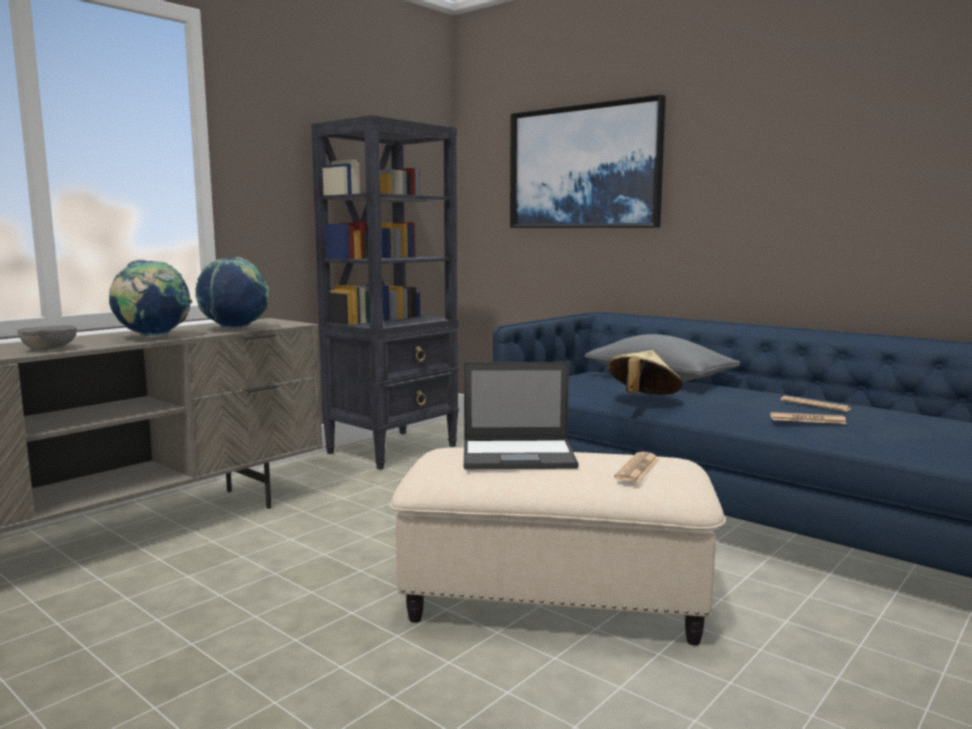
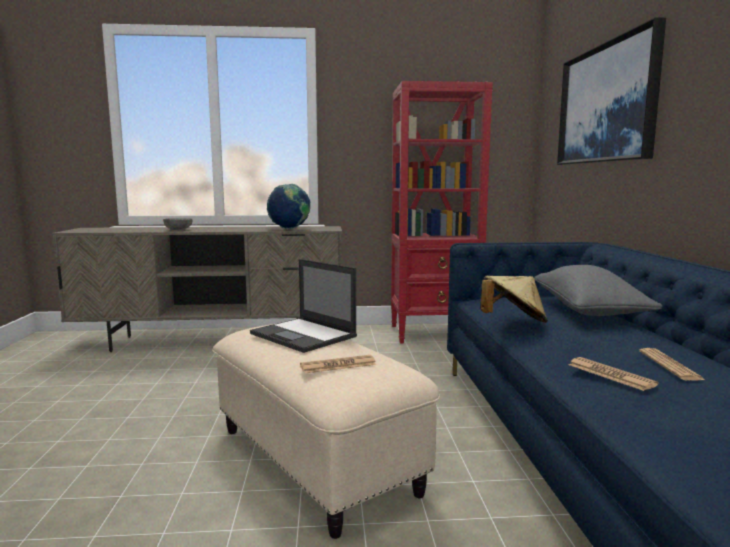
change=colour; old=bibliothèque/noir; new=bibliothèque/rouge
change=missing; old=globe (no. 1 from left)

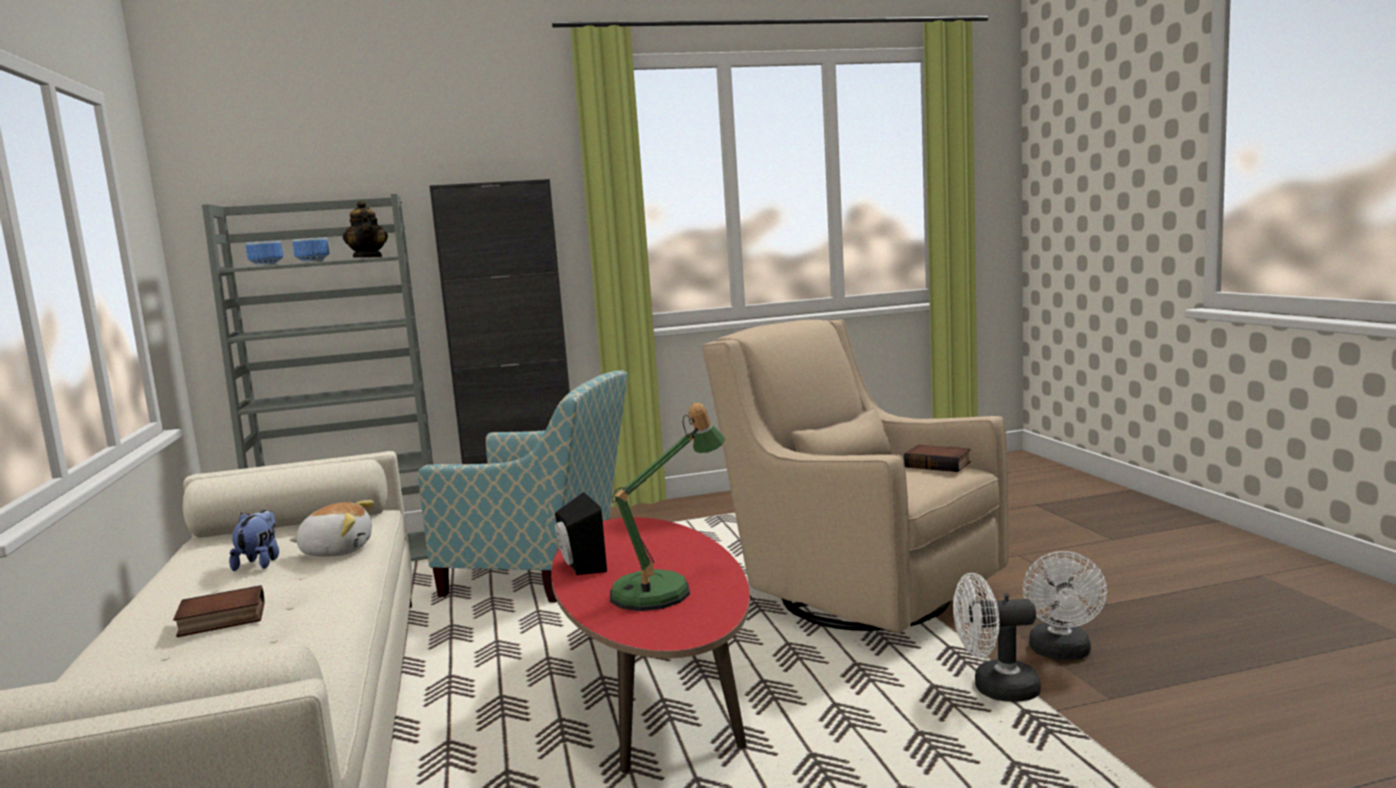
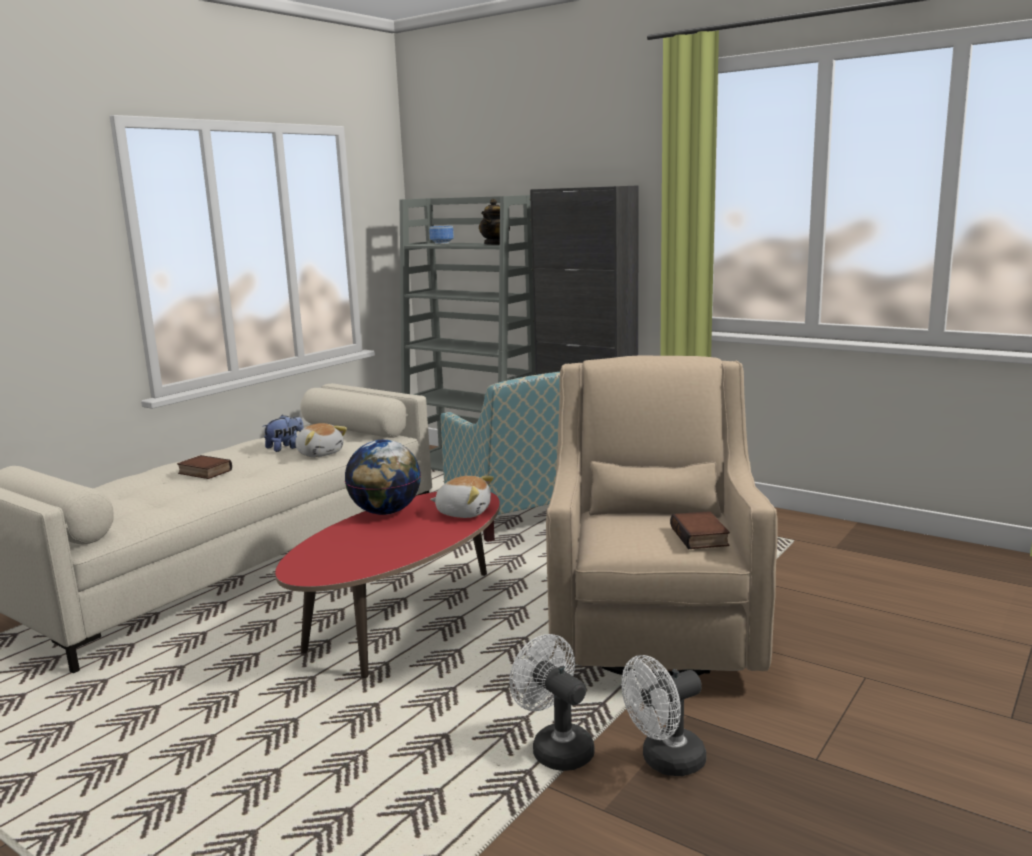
change=missing; old=bol (no. 2 from left)
change=missing; old=lampe de table
change=exchanged; old=enceinte/noir; new=globe
change=appeared; new=peluche (no. 3 from left)

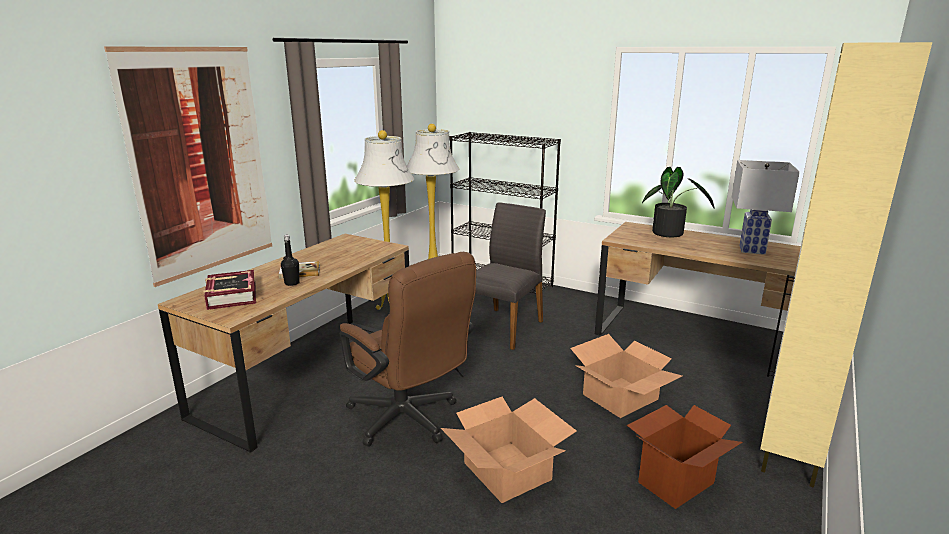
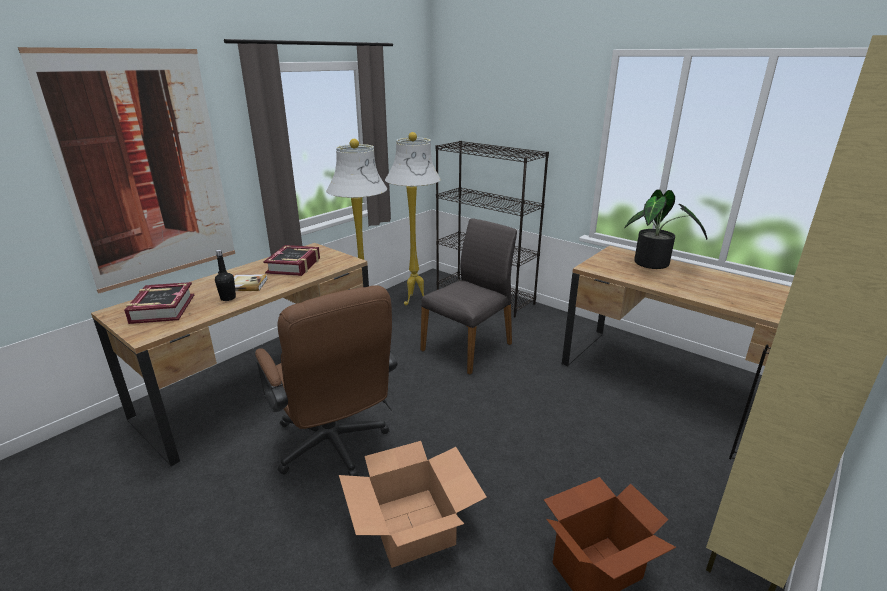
change=missing; old=lampe de table/blanc
change=missing; old=carton (no. 2 from left)
change=appeared; new=livre (no. 3 from left)

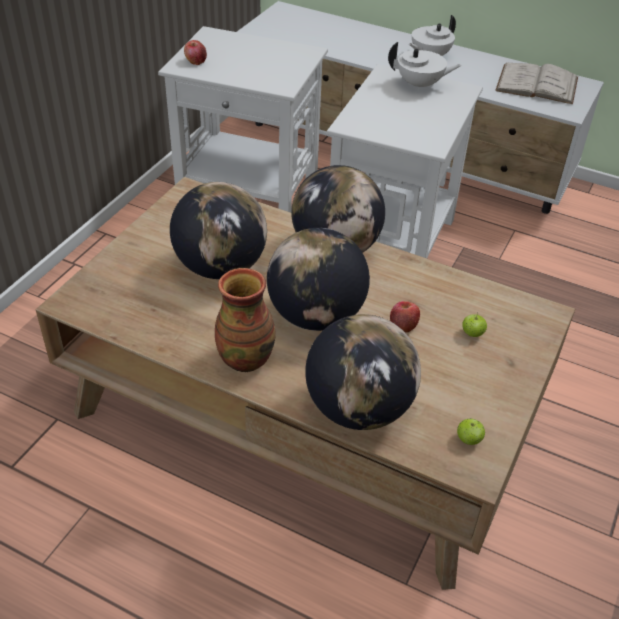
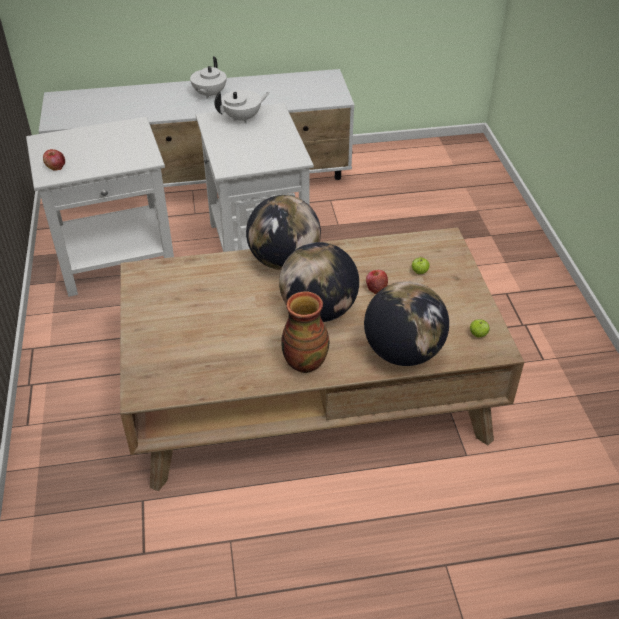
change=missing; old=livre/blanc
change=missing; old=globe (no. 1 from left)

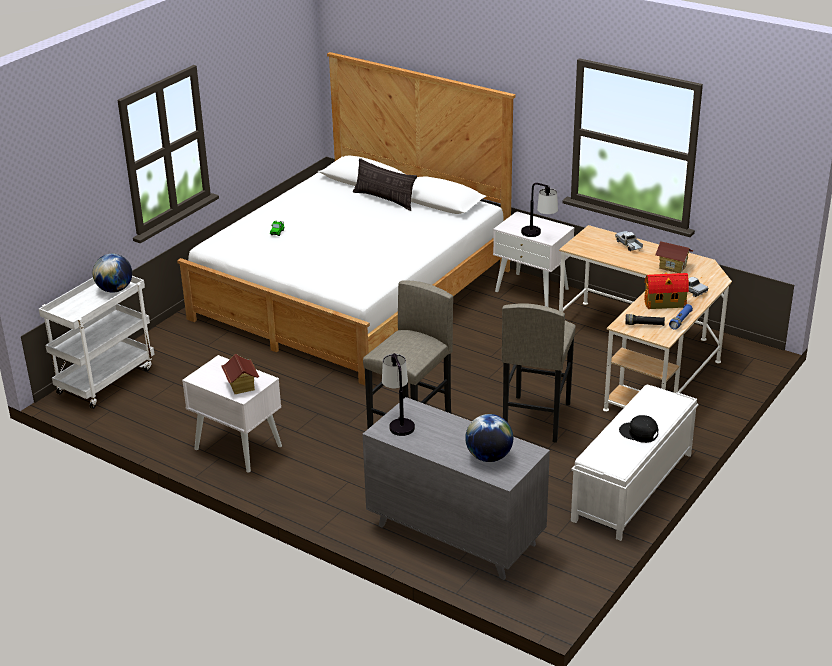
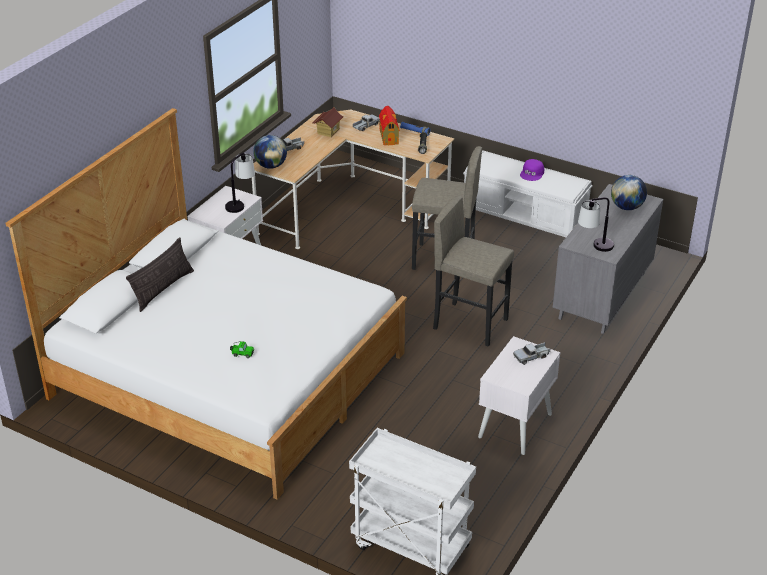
change=relocated; old=globe (no. 1 from left)
change=exchanged; old=maison miniature (no. 1 from left); new=camion jouet (no. 3 from left)
change=colour; old=casquette/noir; new=casquette/violet

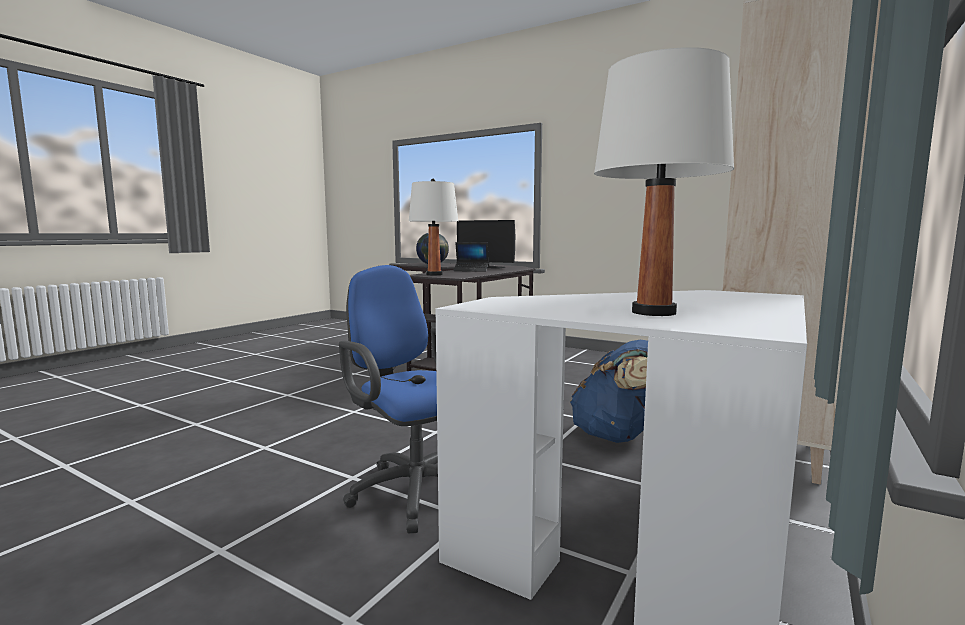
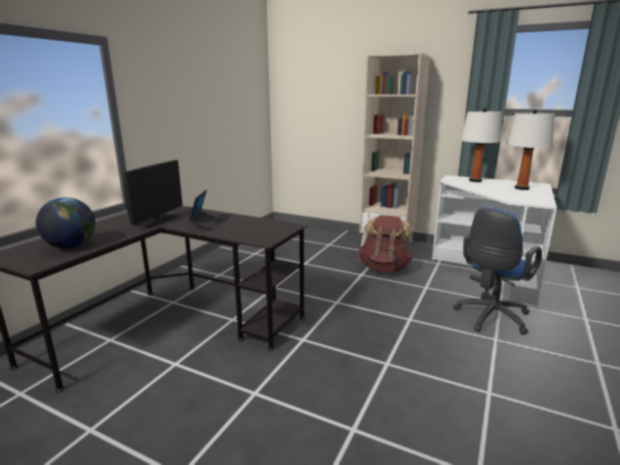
change=relocated; old=lampe de table/blanc (no. 1 from left)
change=colour; old=sac à dos/bleu; new=sac à dos/marron

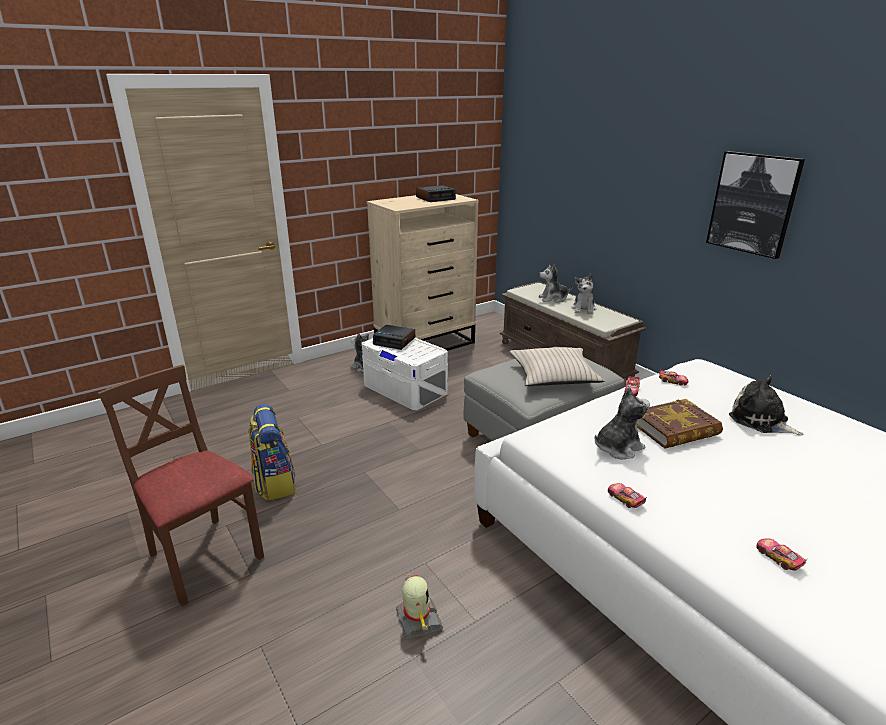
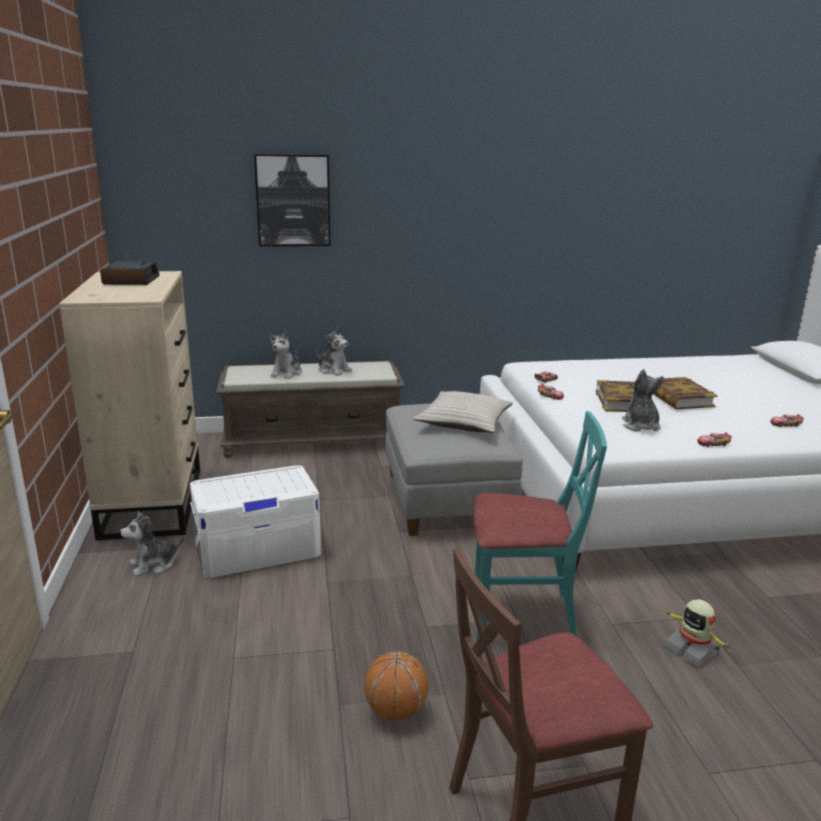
change=relocated; old=tableau
change=missing; old=réveil (no. 1 from left)
change=missing; old=peluche (no. 5 from left)
change=exchanged; old=sac à dos; new=ballon de basket
change=spun; old=robot jouet; degrees=-135
change=appeared; new=livre (no. 2 from left)
change=appeared; new=chaise/turquoise

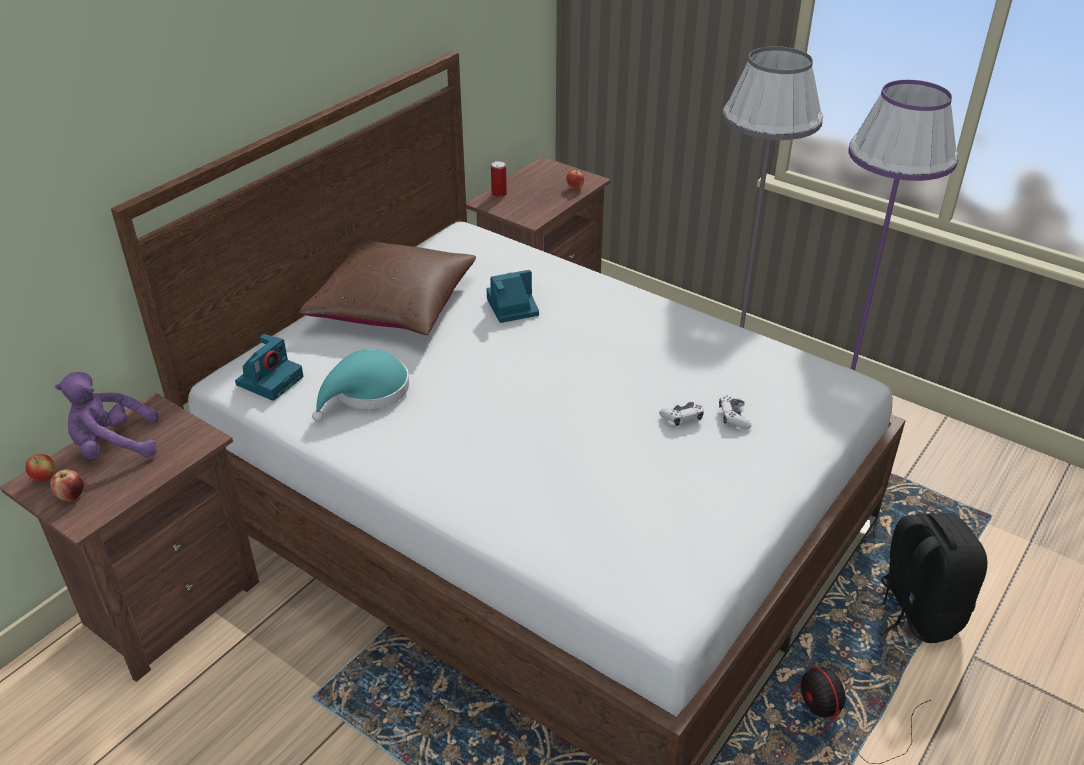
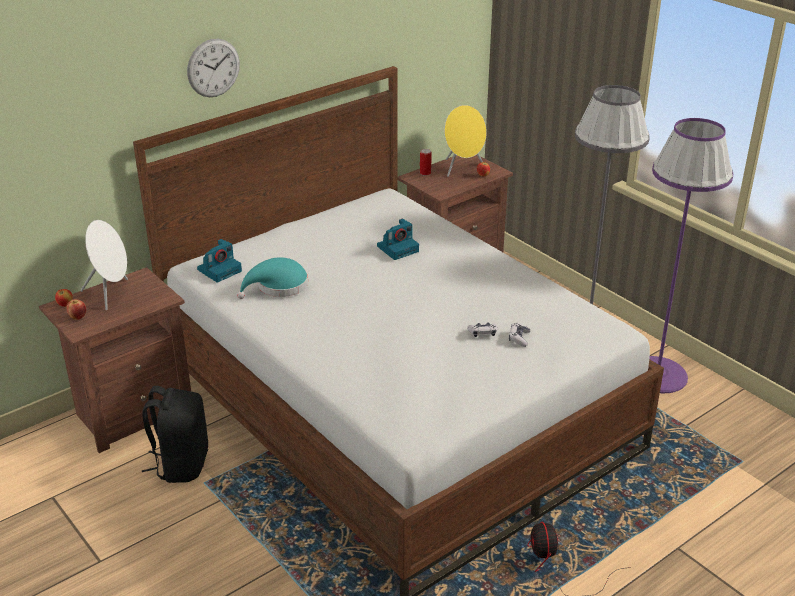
change=missing; old=coussin/marron
change=spun; old=appareil photo (no. 2 from left); degrees=150
change=exchanged; old=peluche/violet; new=enceinte/blanc
change=relocated; old=sac à dos/noir
change=appeared; new=horloge murale
change=appeared; new=enceinte/jaune

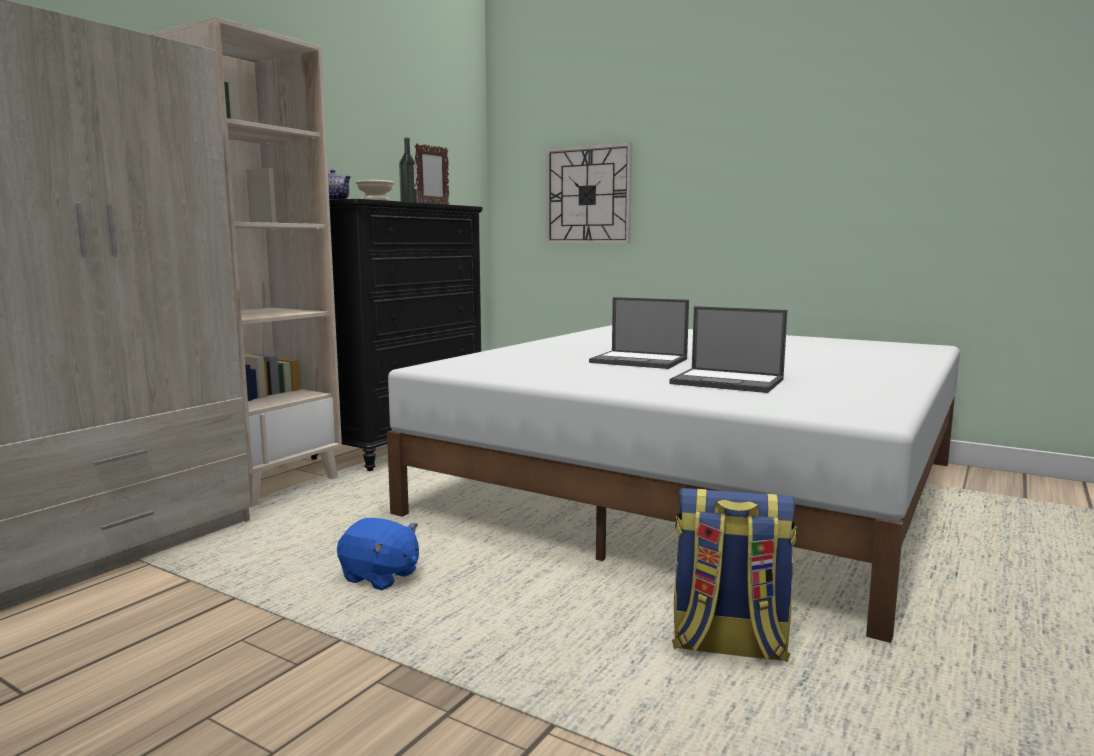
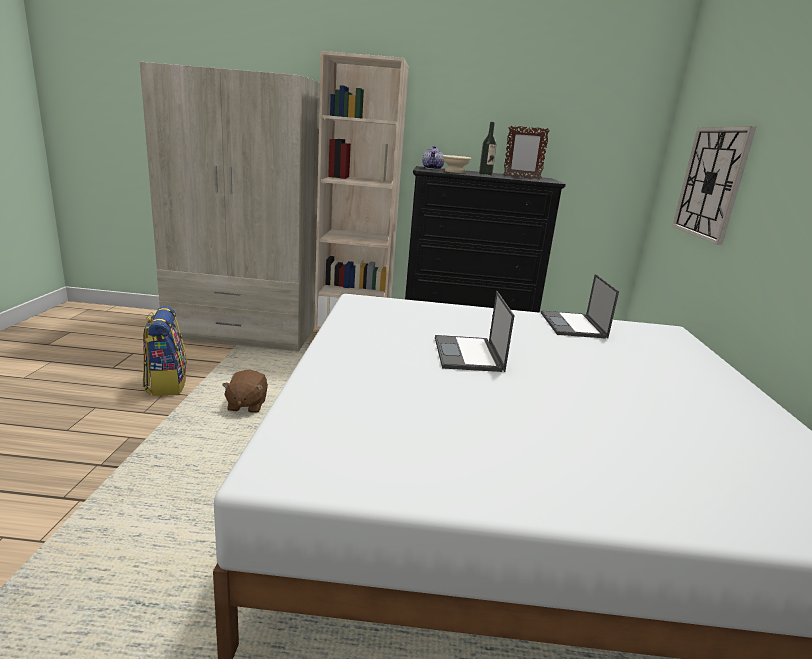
change=relocated; old=ordinateur portable (no. 2 from left)
change=relocated; old=sac à dos
change=colour; old=peluche/bleu; new=peluche/marron

